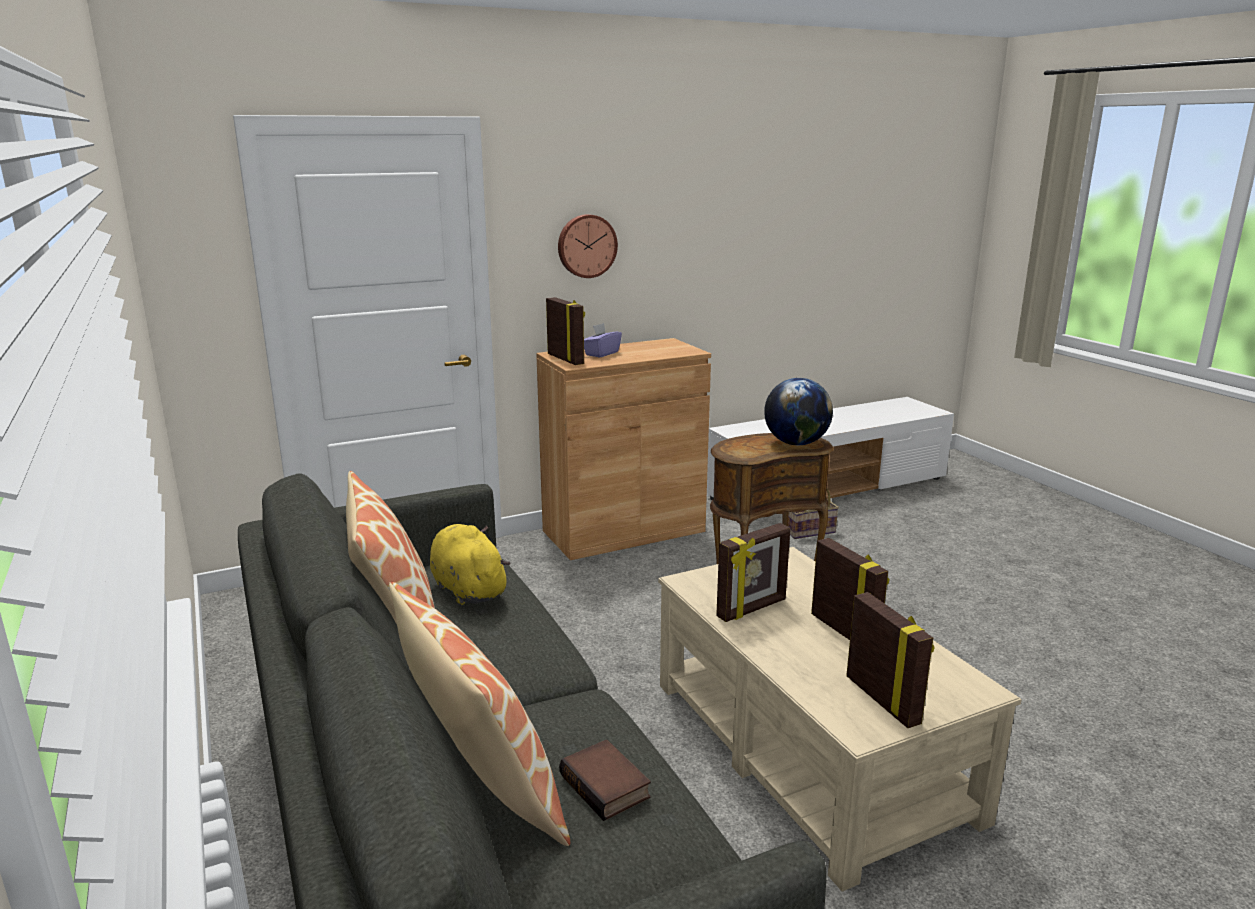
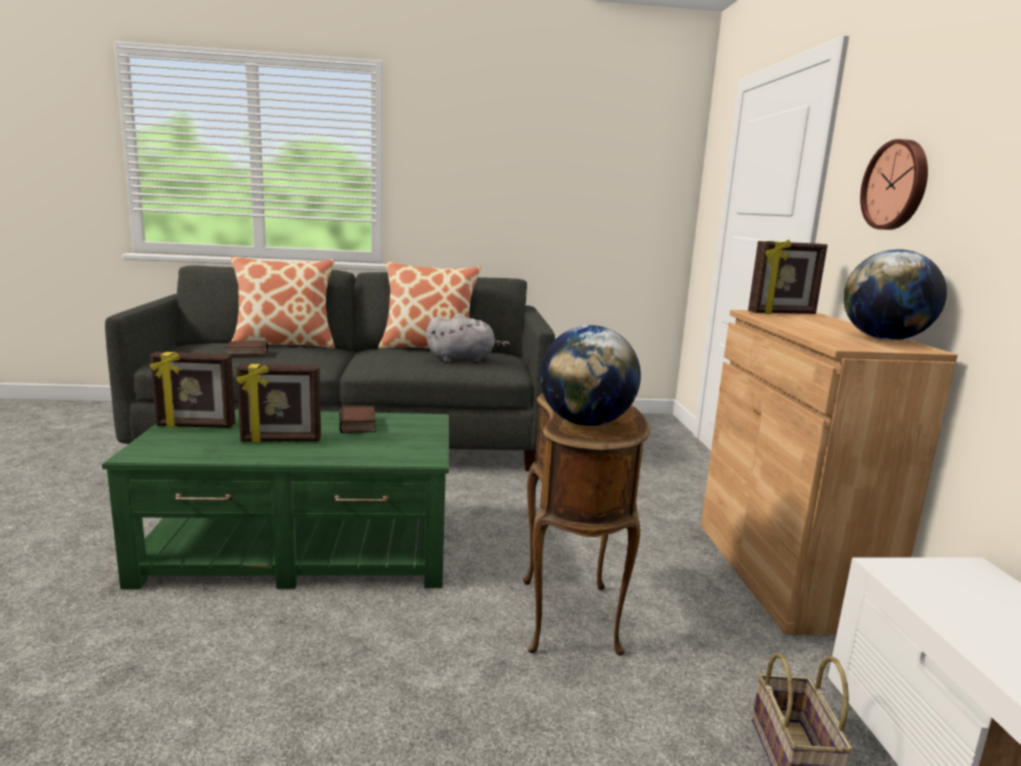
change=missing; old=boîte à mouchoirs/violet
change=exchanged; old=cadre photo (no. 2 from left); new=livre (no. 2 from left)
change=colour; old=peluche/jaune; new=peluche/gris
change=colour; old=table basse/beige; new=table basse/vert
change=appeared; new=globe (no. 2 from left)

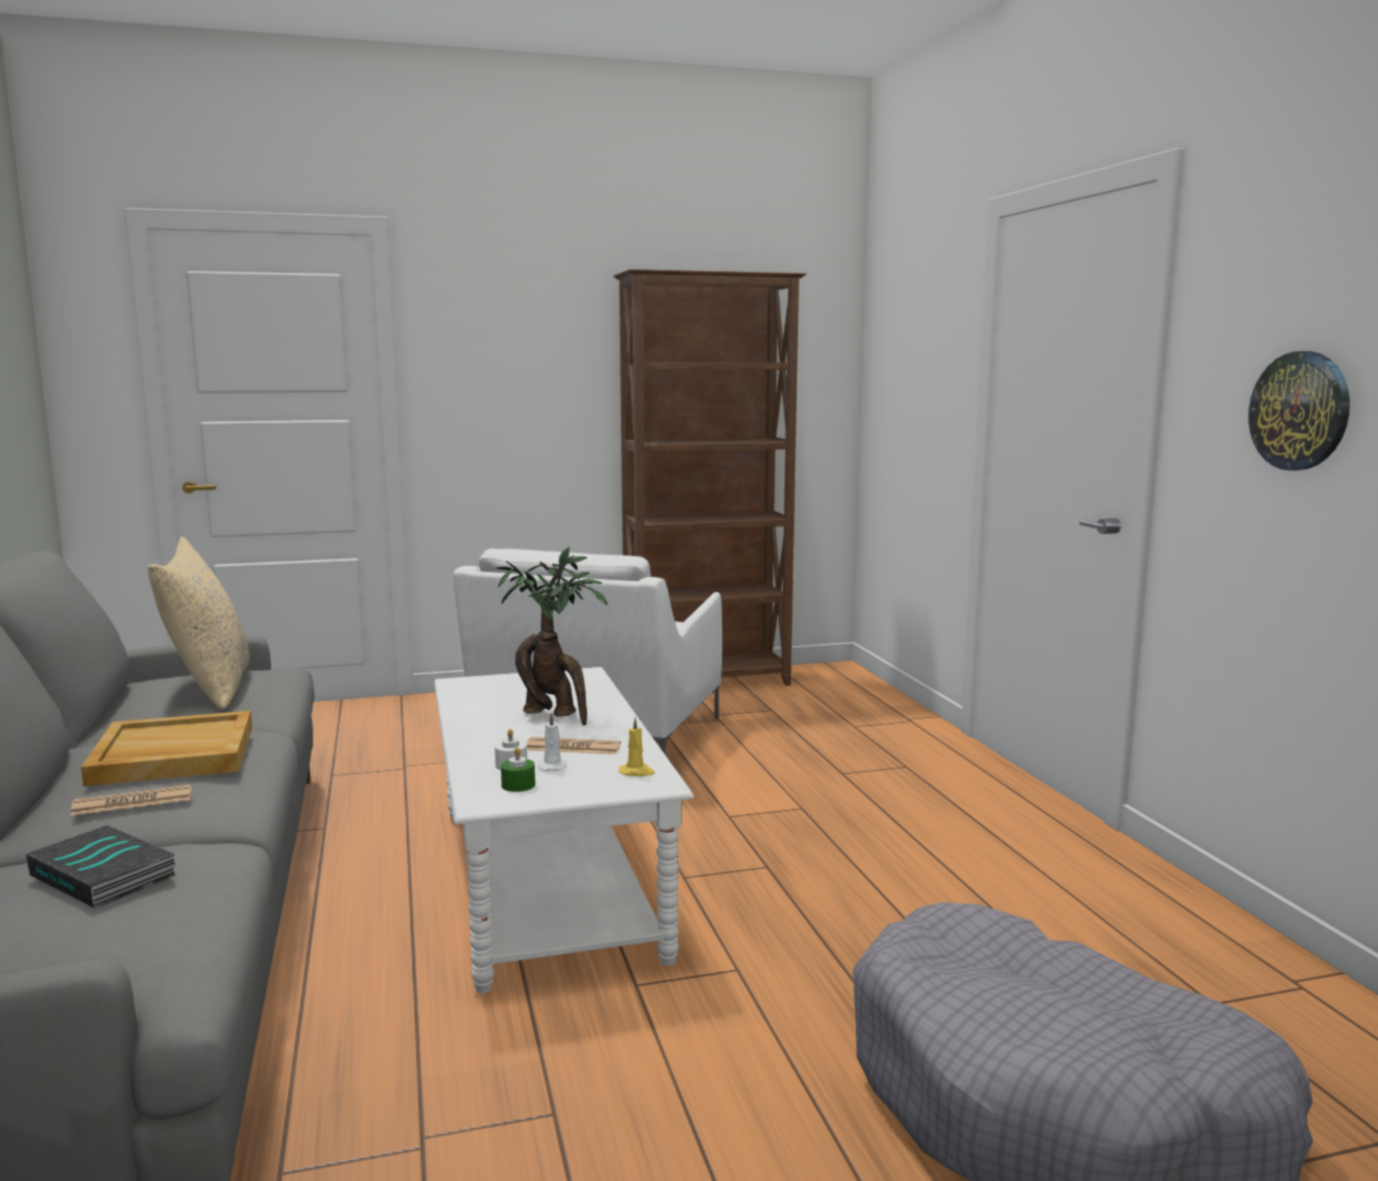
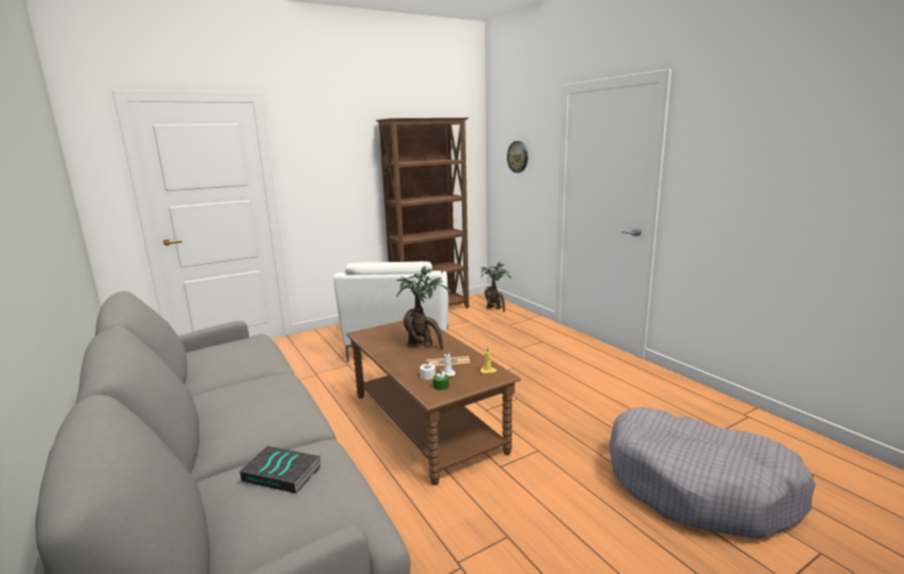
change=relocated; old=horloge murale
change=missing; old=coussin/beige
change=colour; old=table basse/blanc; new=table basse/marron
change=missing; old=plateau/beige
change=missing; old=journal (no. 1 from left)
change=appeared; new=plante en pot (no. 2 from left)

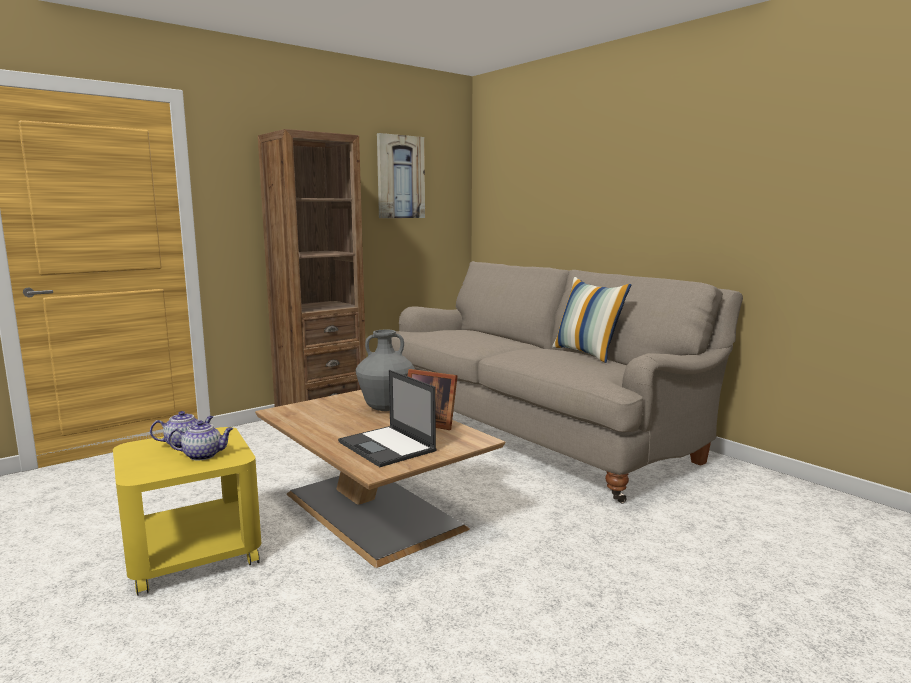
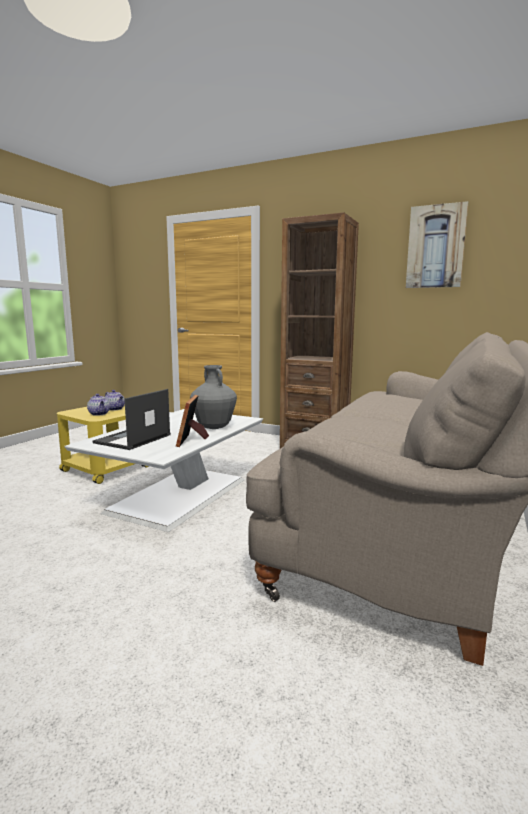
change=missing; old=coussin
change=colour; old=table basse/marron; new=table basse/blanc

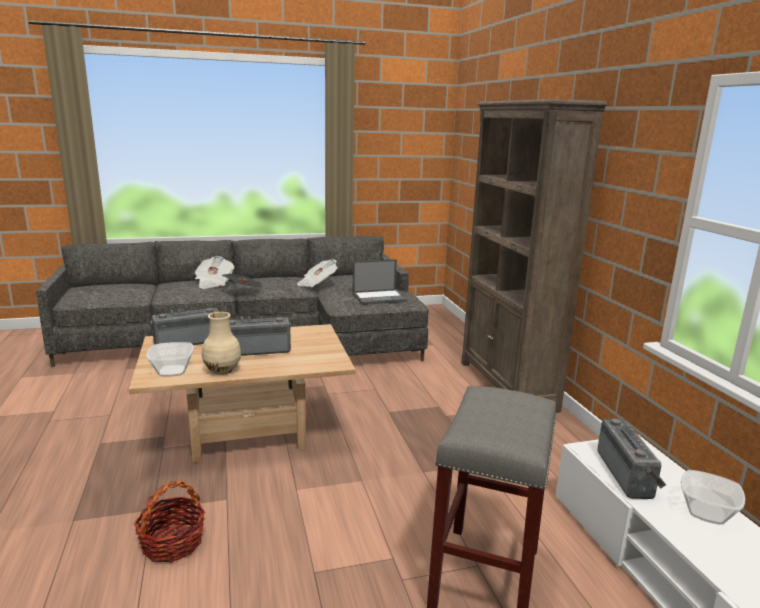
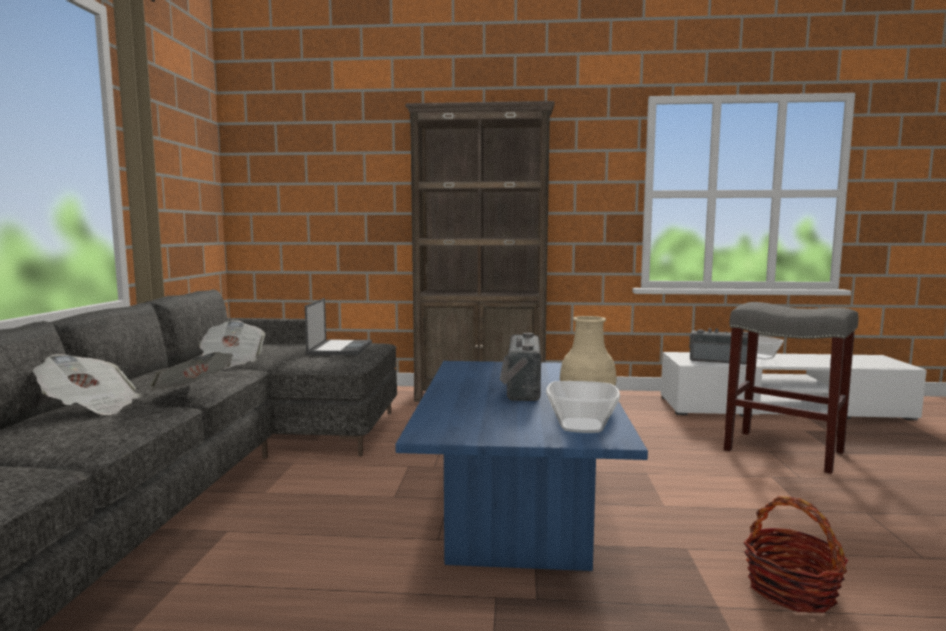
change=missing; old=radio (no. 1 from left)
change=colour; old=table basse/beige; new=table basse/bleu

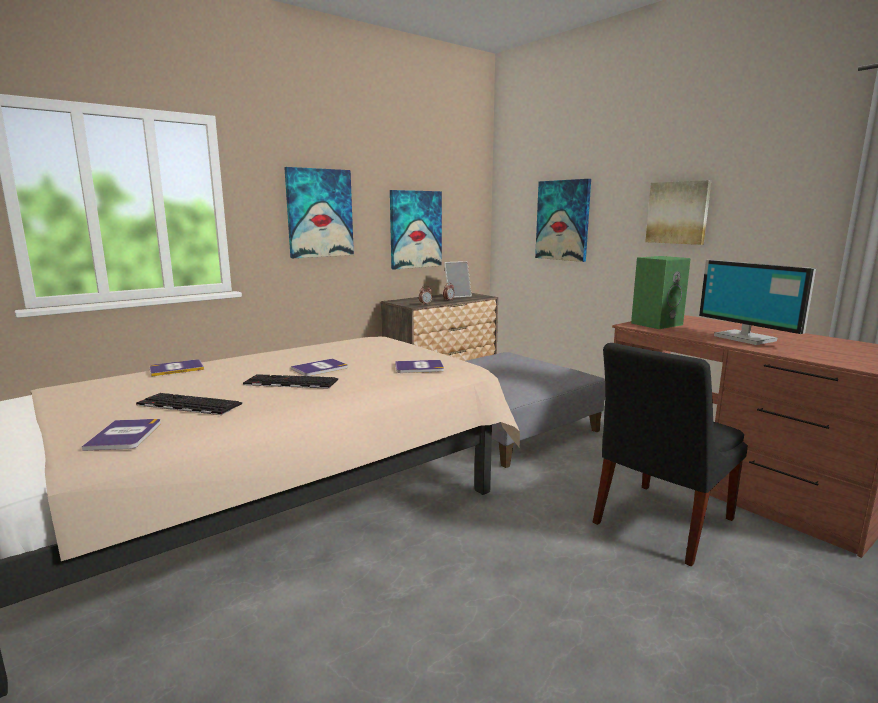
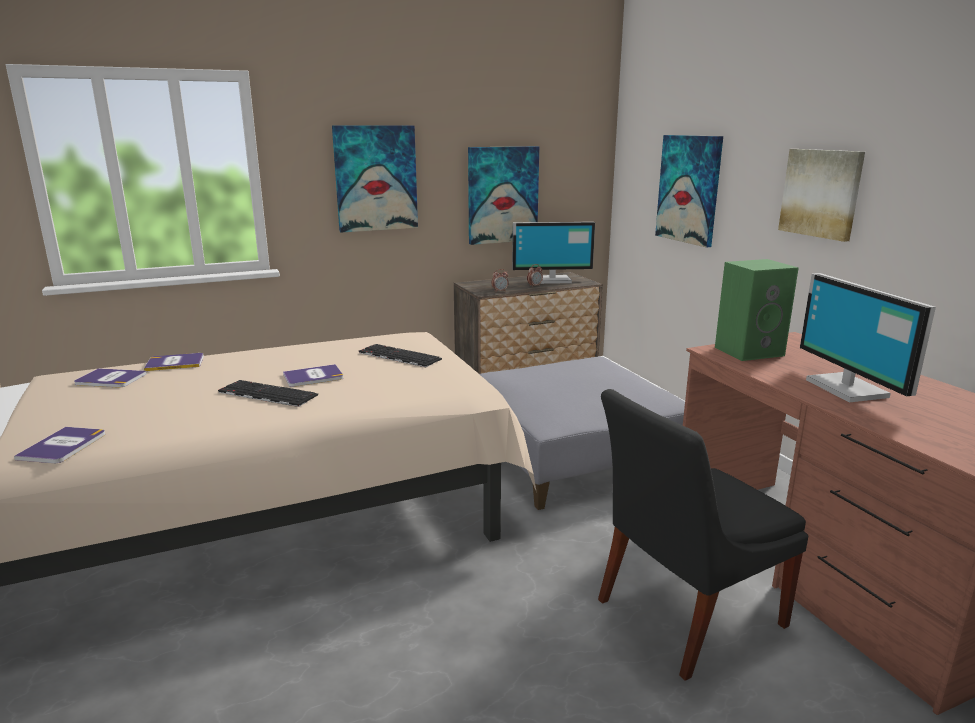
change=exchanged; old=cadre photo; new=écran d'ordinateur (no. 1 from left)
change=relocated; old=livre (no. 4 from left in the first image); new=livre (no. 2 from left)
change=relocated; old=clavier (no. 1 from left in the first image); new=clavier (no. 2 from left)

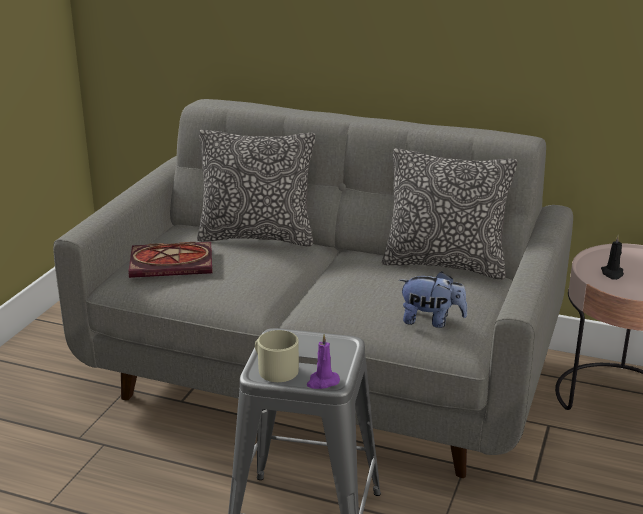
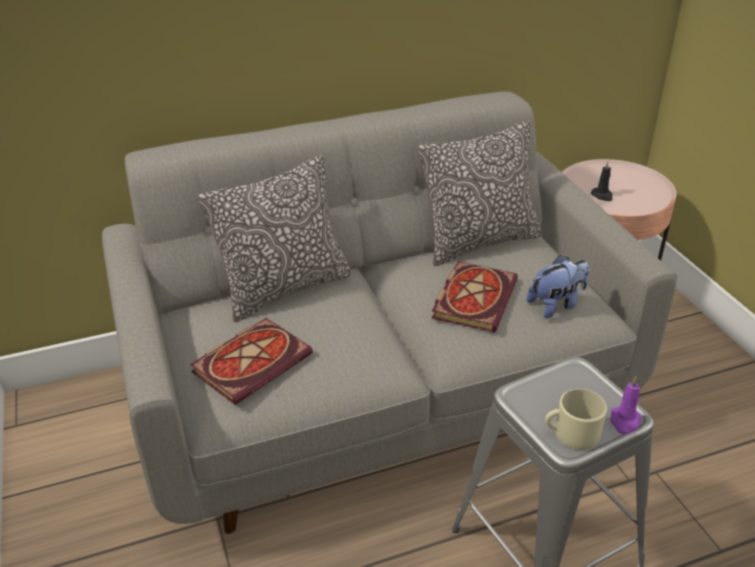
change=appeared; new=livre (no. 2 from left)

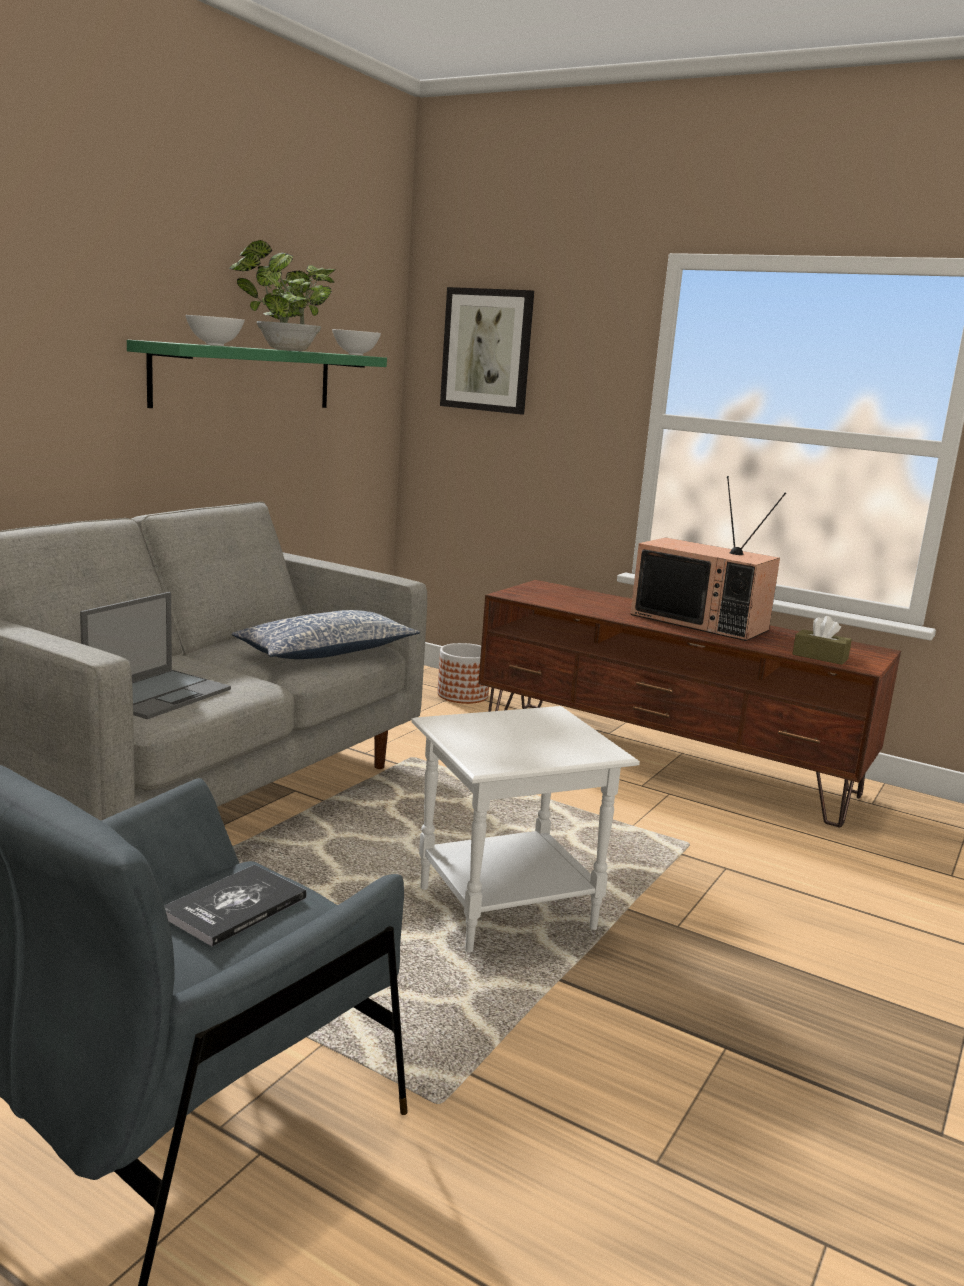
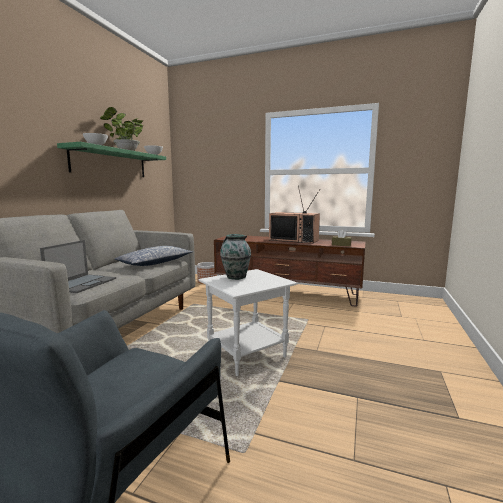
change=missing; old=tableau
change=missing; old=livre
change=appeared; new=vase

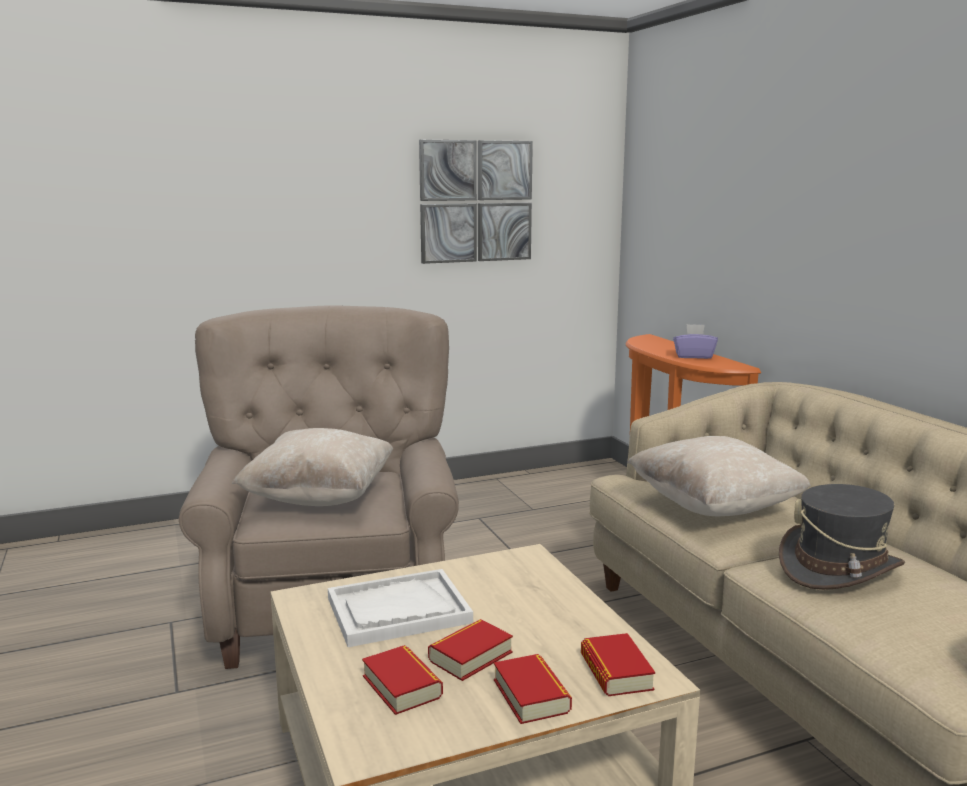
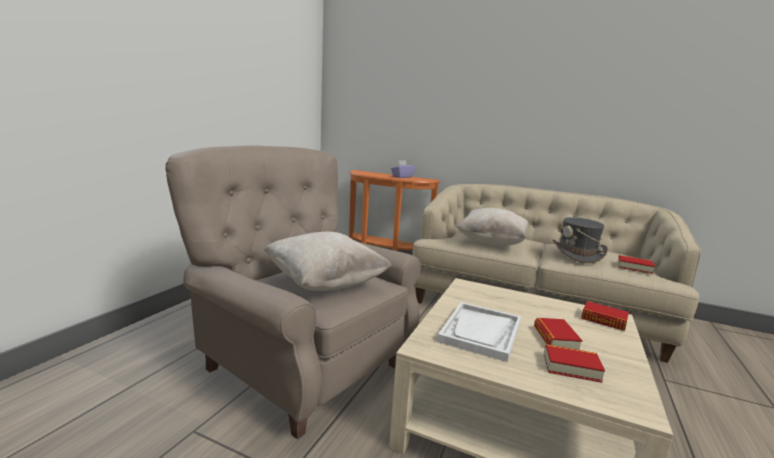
change=missing; old=tableau
change=relocated; old=livre (no. 3 from left in the first image); new=livre (no. 4 from left)

